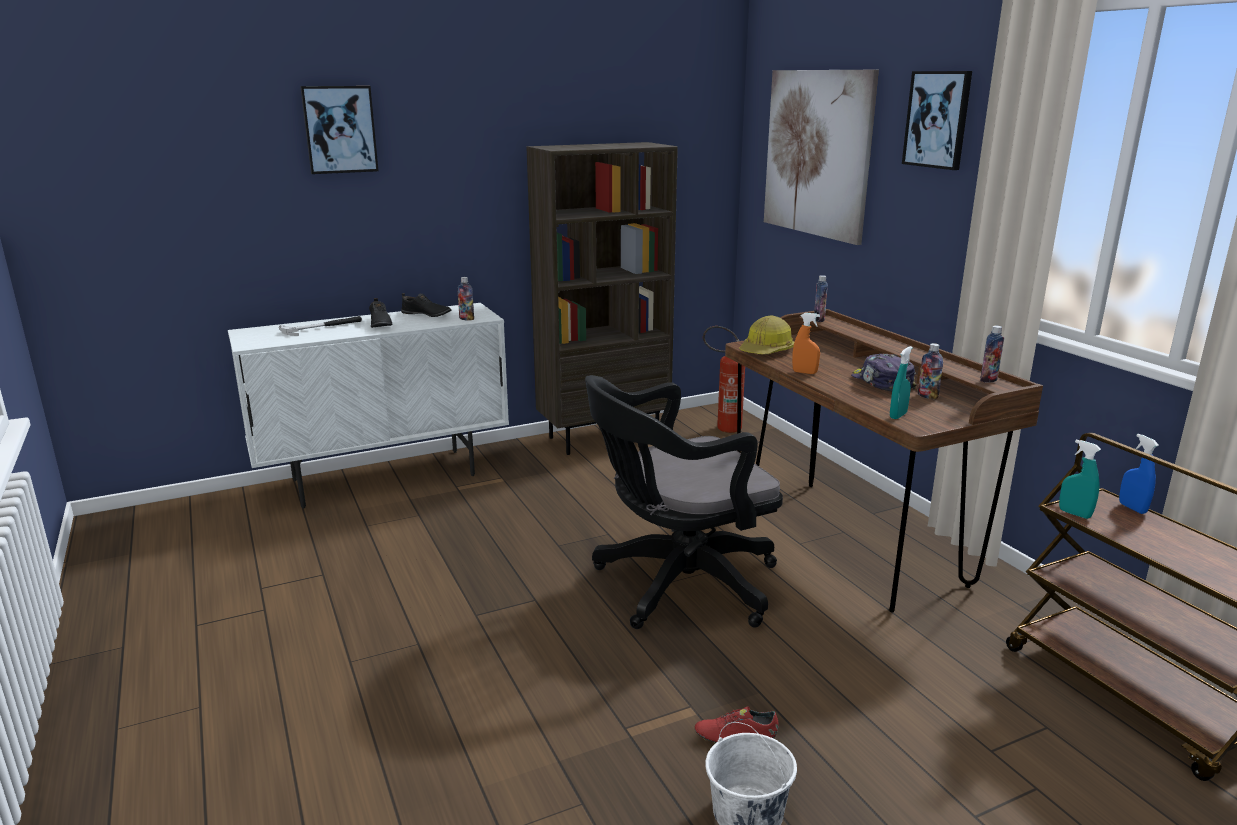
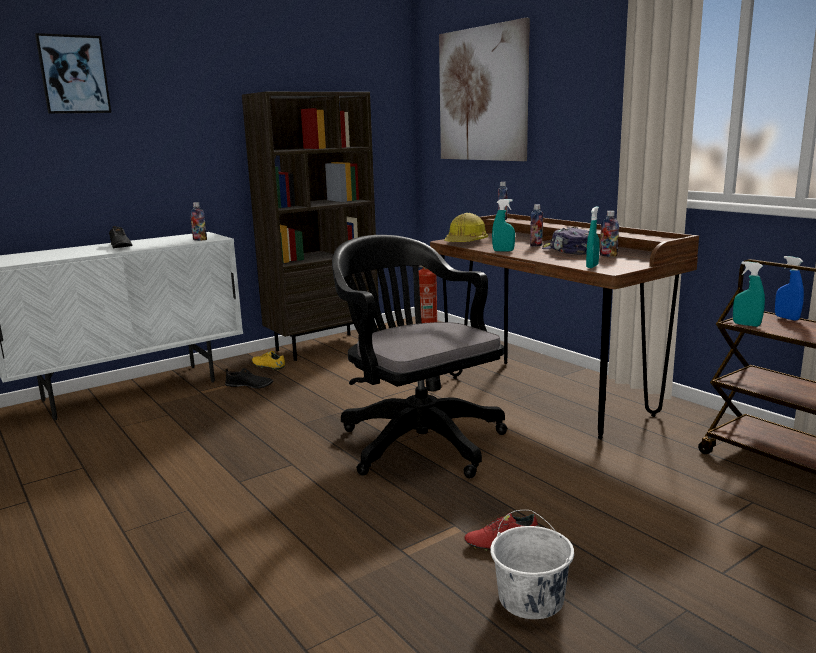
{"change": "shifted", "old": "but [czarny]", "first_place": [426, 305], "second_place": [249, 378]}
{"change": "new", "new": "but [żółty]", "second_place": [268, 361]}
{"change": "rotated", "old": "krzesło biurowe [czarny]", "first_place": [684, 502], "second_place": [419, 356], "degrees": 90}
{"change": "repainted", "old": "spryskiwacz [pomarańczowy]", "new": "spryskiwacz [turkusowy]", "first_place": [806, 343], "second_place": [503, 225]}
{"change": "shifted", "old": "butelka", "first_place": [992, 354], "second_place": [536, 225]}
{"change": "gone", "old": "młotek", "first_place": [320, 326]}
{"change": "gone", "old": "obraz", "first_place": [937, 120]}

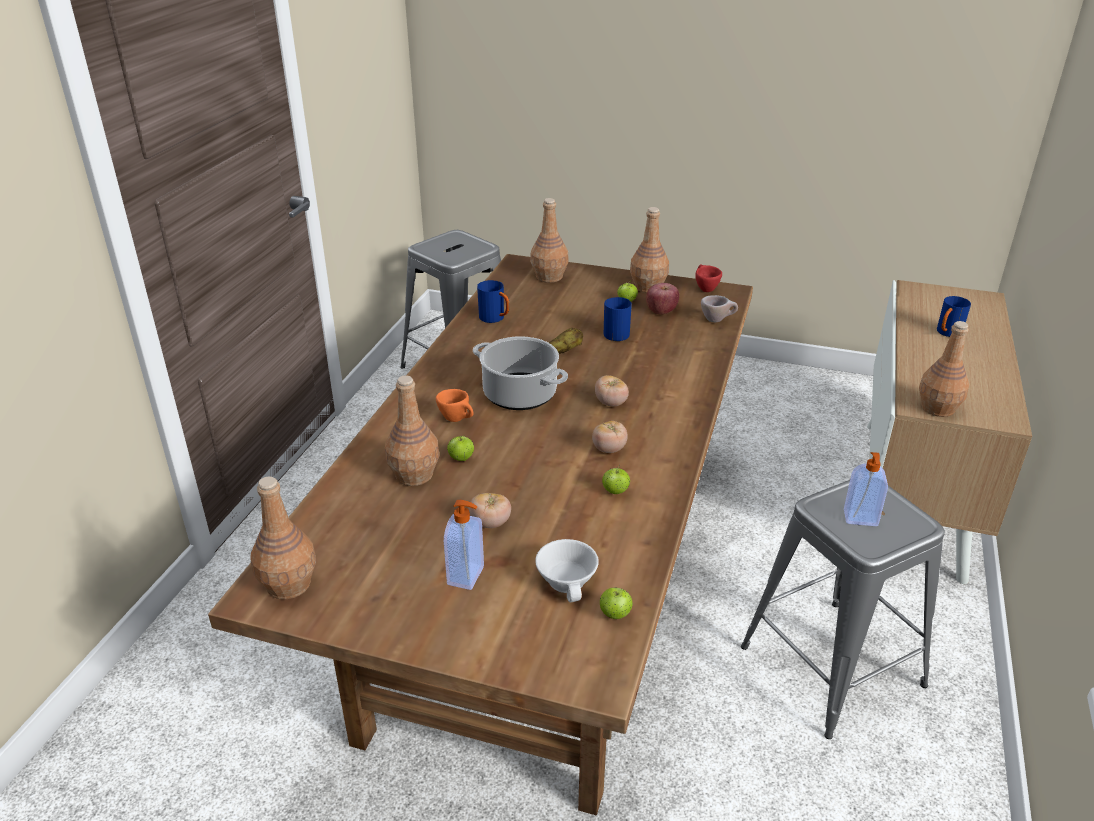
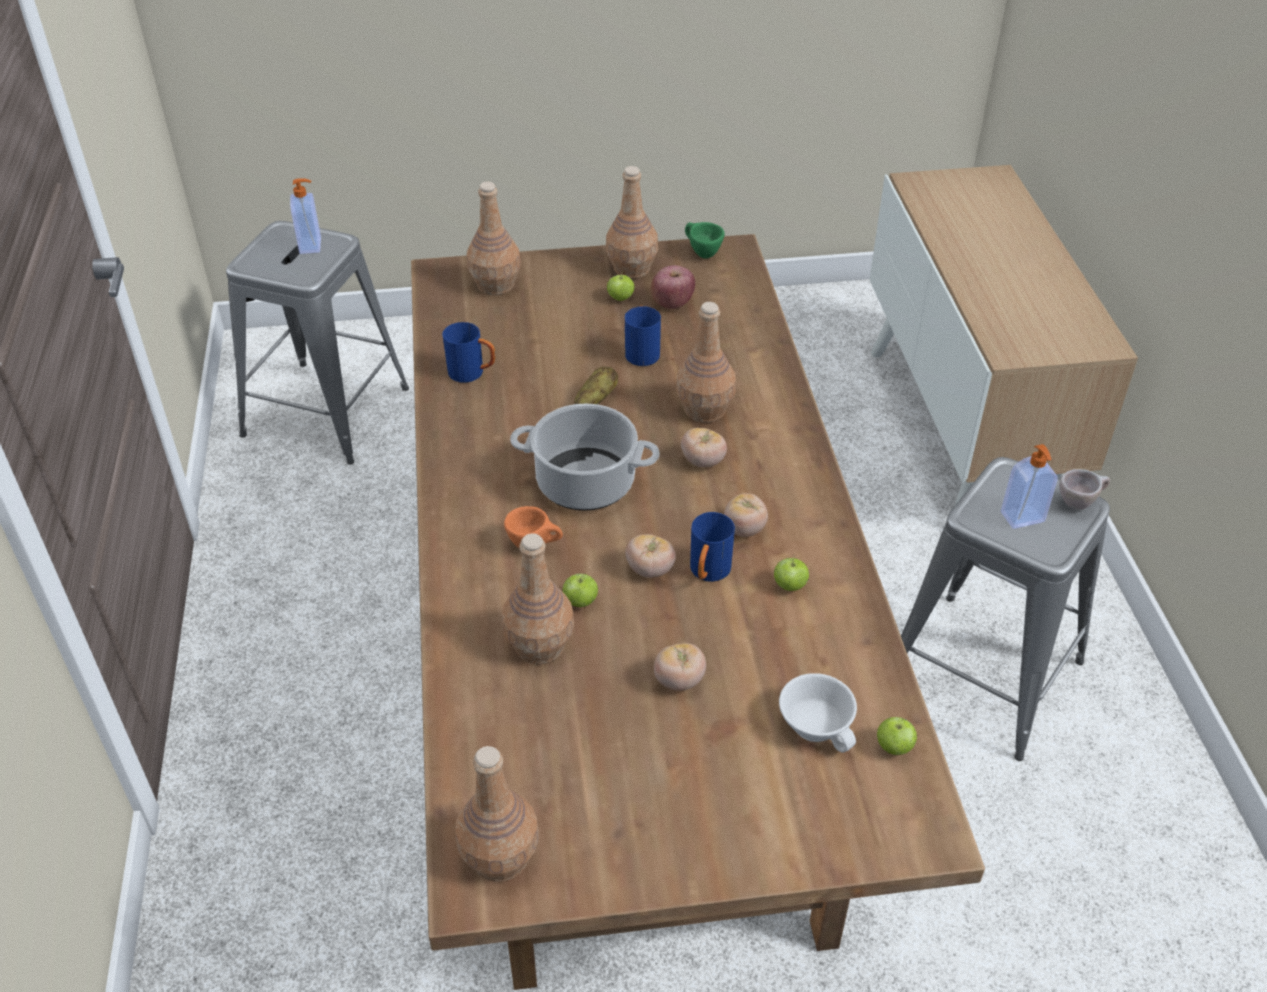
{"change": "shifted", "old": "dozownik mydła", "first_place": [464, 545], "second_place": [305, 216]}
{"change": "new", "new": "pomidor", "second_place": [650, 556]}
{"change": "shifted", "old": "butelka [brązowy]", "first_place": [944, 369], "second_place": [706, 362]}
{"change": "repainted", "old": "filiżanka [czerwony]", "new": "filiżanka [zielony]", "first_place": [708, 278], "second_place": [705, 240]}
{"change": "shifted", "old": "kubek [niebieski]", "first_place": [954, 316], "second_place": [712, 547]}
{"change": "shifted", "old": "filiżanka [beżowy]", "first_place": [719, 308], "second_place": [1084, 489]}

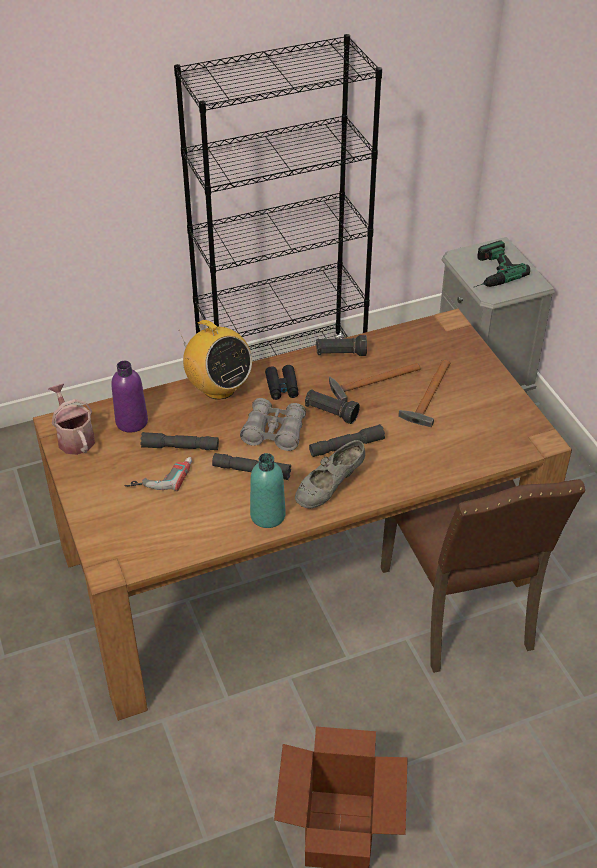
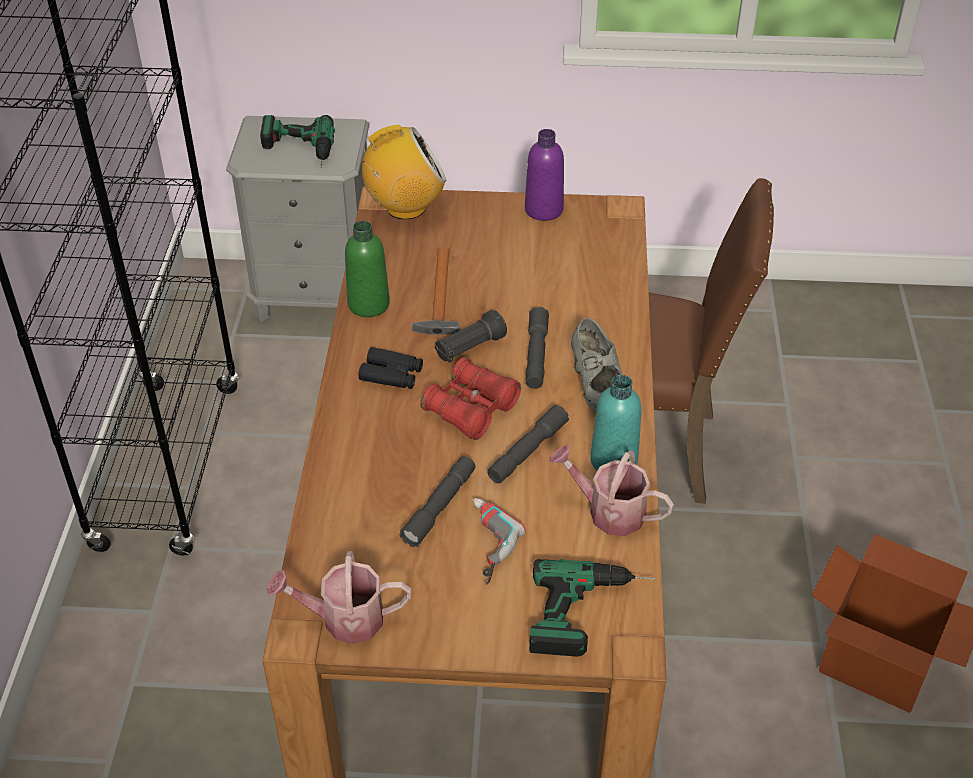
{"change": "swapped", "old": "latarka [czarny]", "new": "butelka [zielony]", "first_place": [341, 345], "second_place": [367, 269]}
{"change": "shifted", "old": "radio", "first_place": [215, 360], "second_place": [404, 172]}
{"change": "repainted", "old": "lornetka [szary]", "new": "lornetka [czerwony]", "first_place": [273, 424], "second_place": [470, 398]}
{"change": "shifted", "old": "butelka [fioletowy]", "first_place": [129, 397], "second_place": [544, 175]}
{"change": "new", "new": "wiertarka", "second_place": [593, 608]}
{"change": "new", "new": "konewka", "second_place": [611, 490]}
{"change": "gone", "old": "młotek", "first_place": [424, 393]}

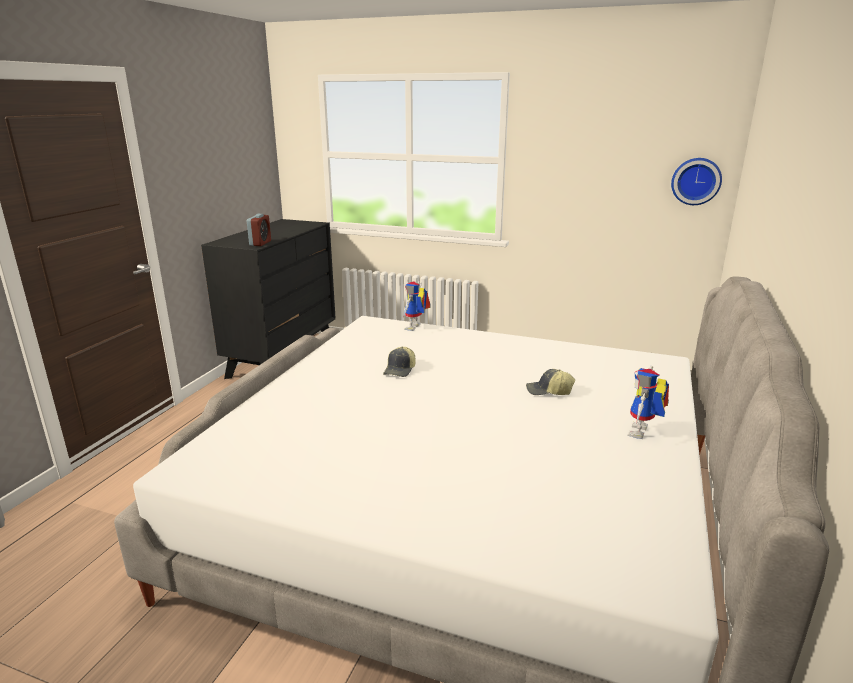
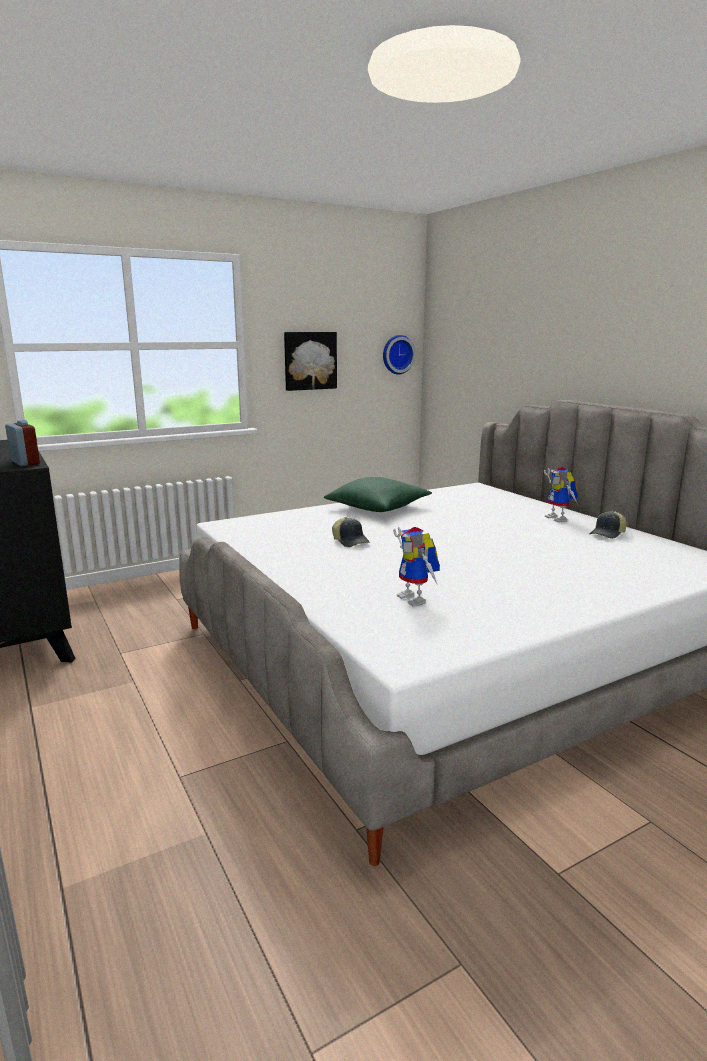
{"change": "new", "new": "obraz", "second_place": [310, 361]}
{"change": "new", "new": "poduszka [zielony]", "second_place": [378, 494]}
{"change": "shifted", "old": "robot zabawkowy", "first_place": [417, 306], "second_place": [416, 566]}
{"change": "shifted", "old": "czapka z daszkiem", "first_place": [550, 382], "second_place": [608, 525]}

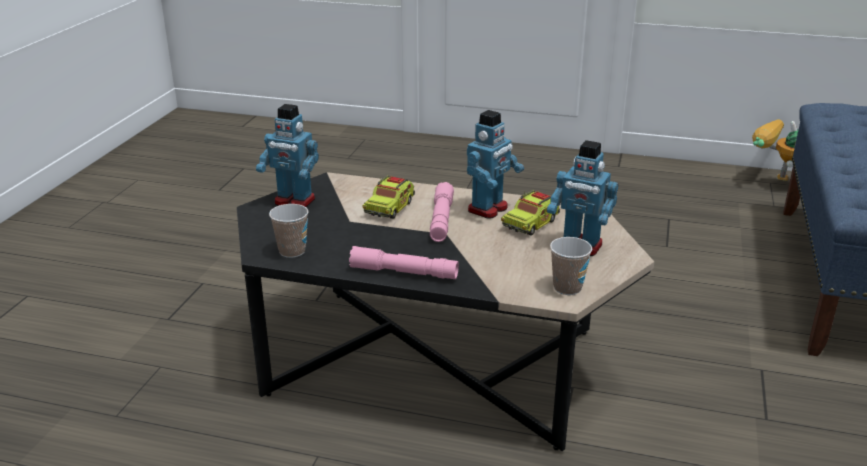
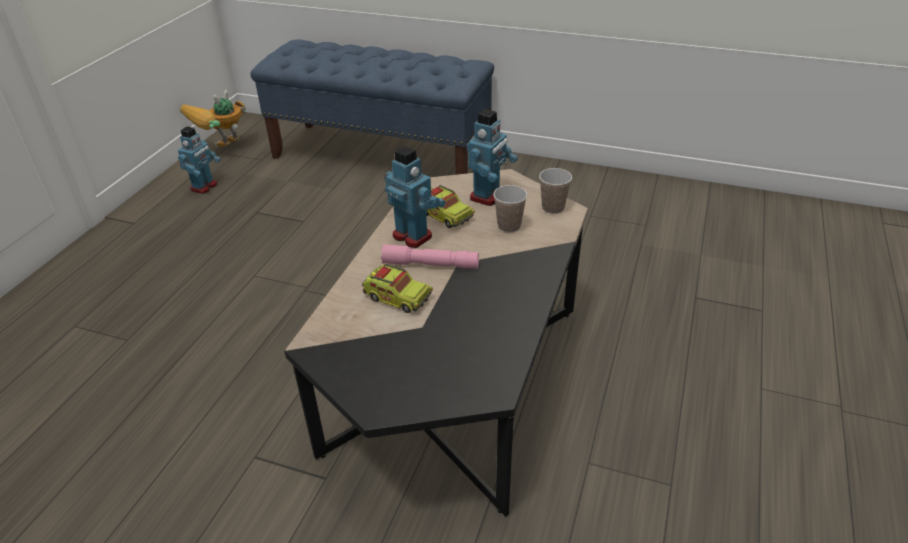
{"change": "shifted", "old": "robot zabawkowy", "first_place": [287, 155], "second_place": [199, 160]}
{"change": "shifted", "old": "filiżanka", "first_place": [288, 231], "second_place": [510, 209]}
{"change": "gone", "old": "latarka [różowy]", "first_place": [404, 262]}

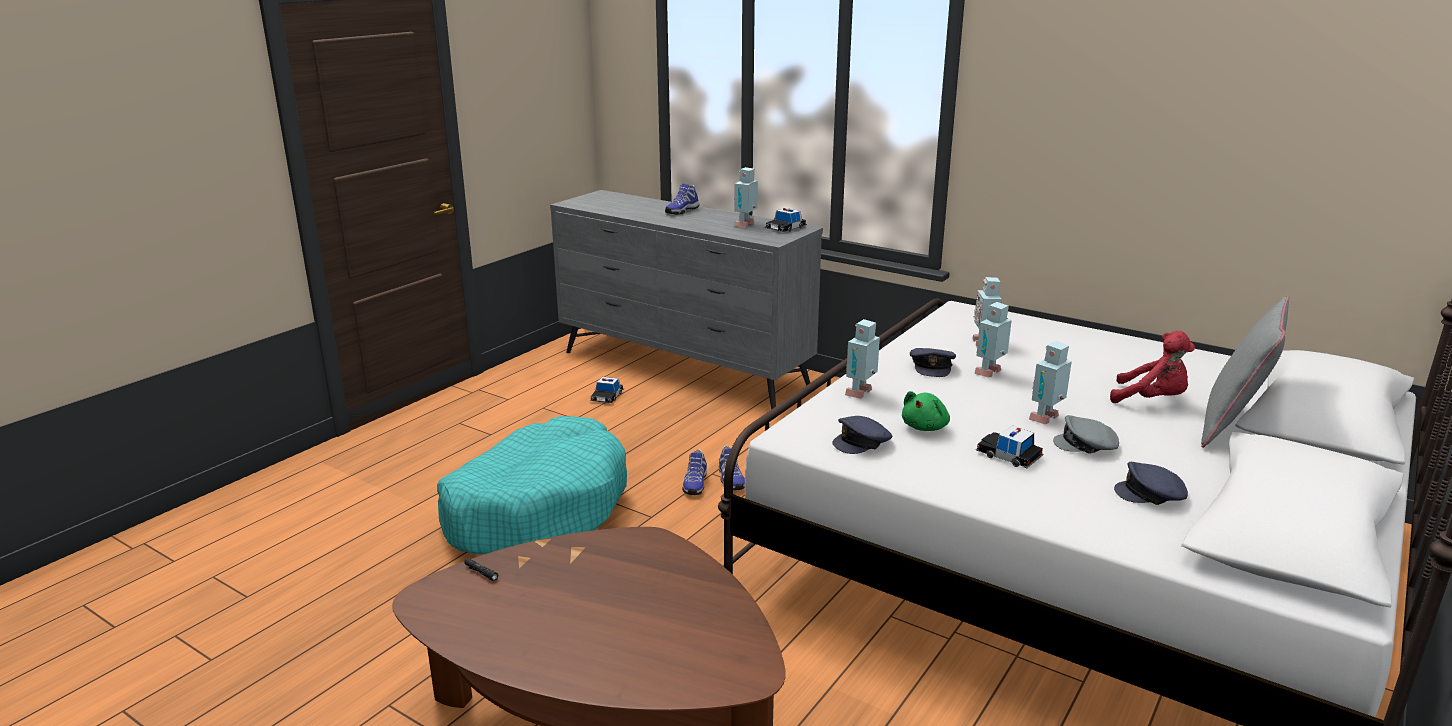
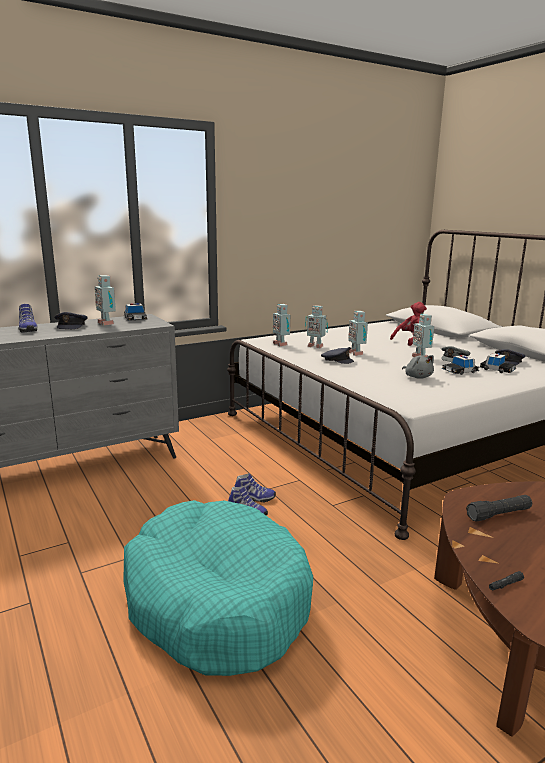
{"change": "shifted", "old": "czapka z daszkiem [szary]", "first_place": [862, 435], "second_place": [71, 320]}
{"change": "shifted", "old": "robot zabawkowy", "first_place": [862, 359], "second_place": [281, 325]}
{"change": "repainted", "old": "pluszak [zielony]", "new": "pluszak [szary]", "first_place": [926, 411], "second_place": [418, 367]}
{"change": "new", "new": "latarka [czarny]", "second_place": [499, 508]}
{"change": "shifted", "old": "samochodzik", "first_place": [607, 390], "second_place": [498, 363]}
{"change": "gone", "old": "poduszka [szary]", "first_place": [1245, 371]}

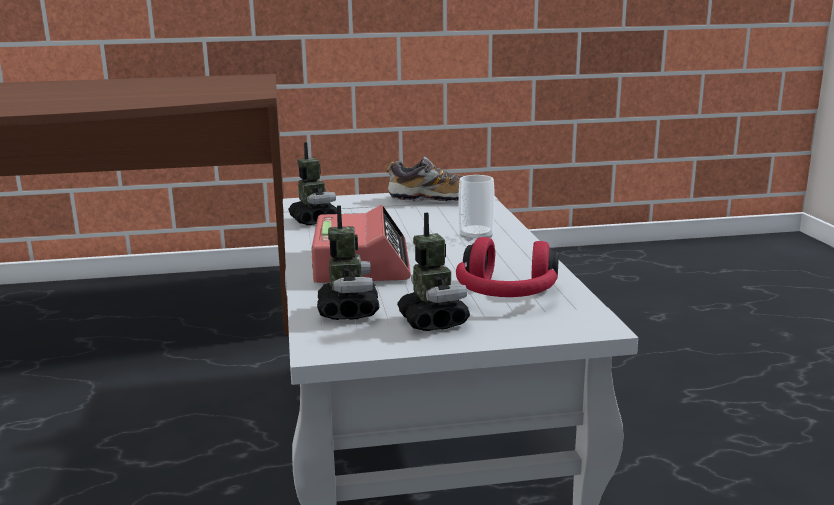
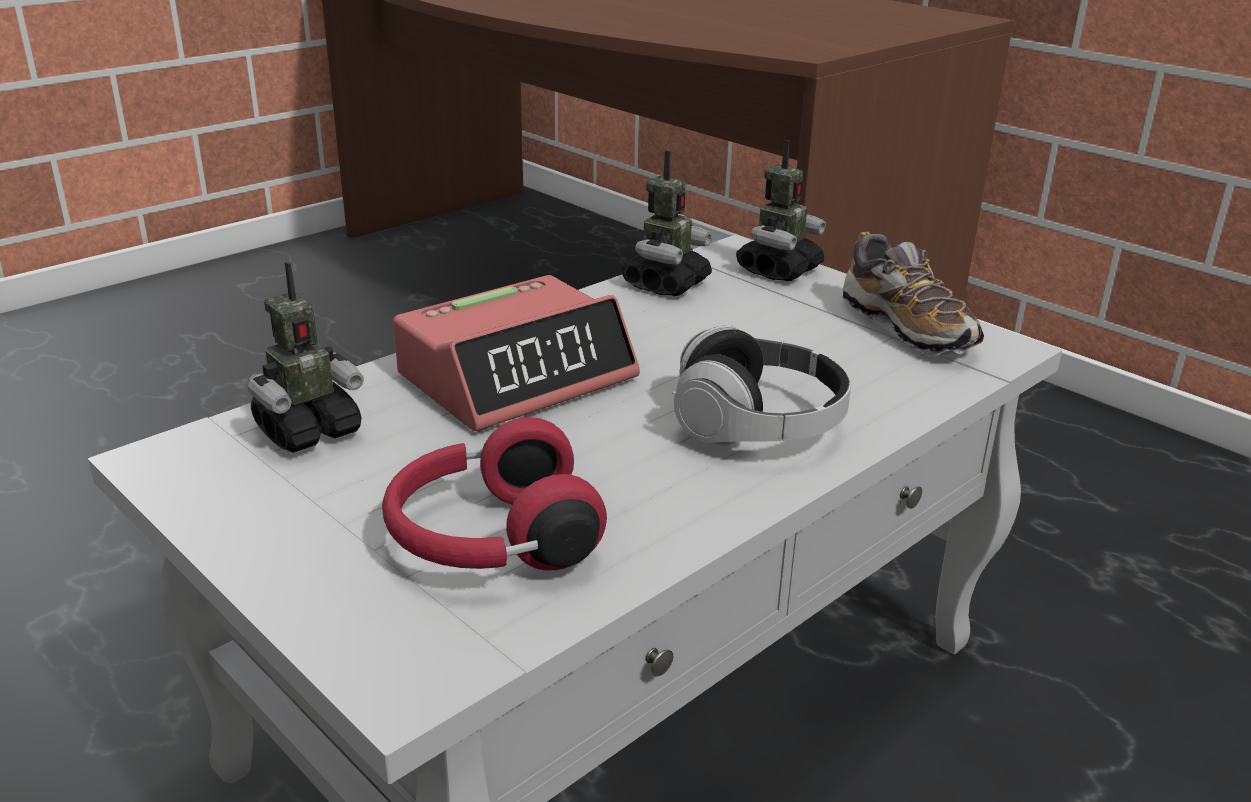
{"change": "swapped", "old": "filiżanka", "new": "słuchawki", "first_place": [476, 208], "second_place": [761, 386]}
{"change": "shifted", "old": "robot zabawkowy", "first_place": [433, 271], "second_place": [781, 210]}

